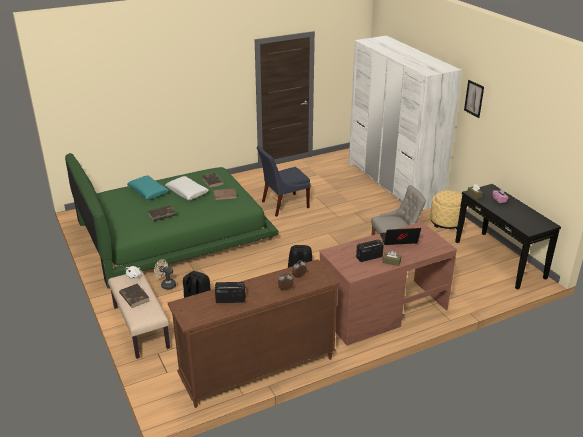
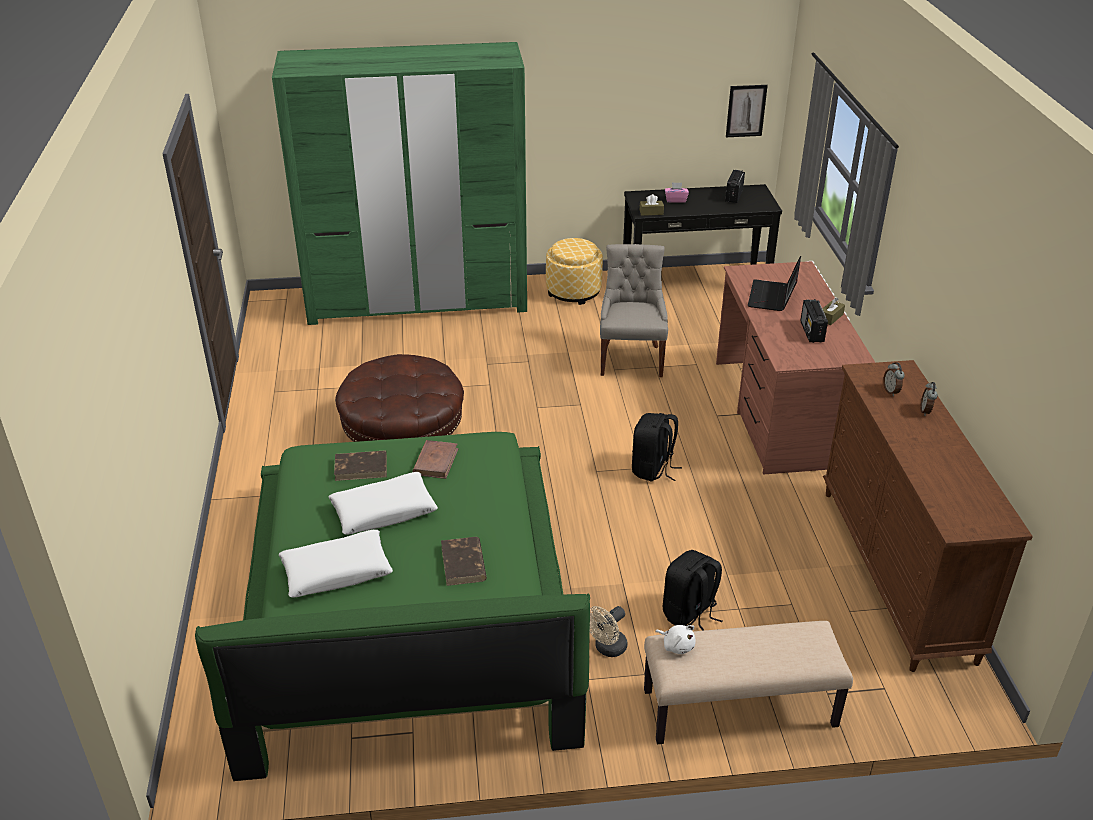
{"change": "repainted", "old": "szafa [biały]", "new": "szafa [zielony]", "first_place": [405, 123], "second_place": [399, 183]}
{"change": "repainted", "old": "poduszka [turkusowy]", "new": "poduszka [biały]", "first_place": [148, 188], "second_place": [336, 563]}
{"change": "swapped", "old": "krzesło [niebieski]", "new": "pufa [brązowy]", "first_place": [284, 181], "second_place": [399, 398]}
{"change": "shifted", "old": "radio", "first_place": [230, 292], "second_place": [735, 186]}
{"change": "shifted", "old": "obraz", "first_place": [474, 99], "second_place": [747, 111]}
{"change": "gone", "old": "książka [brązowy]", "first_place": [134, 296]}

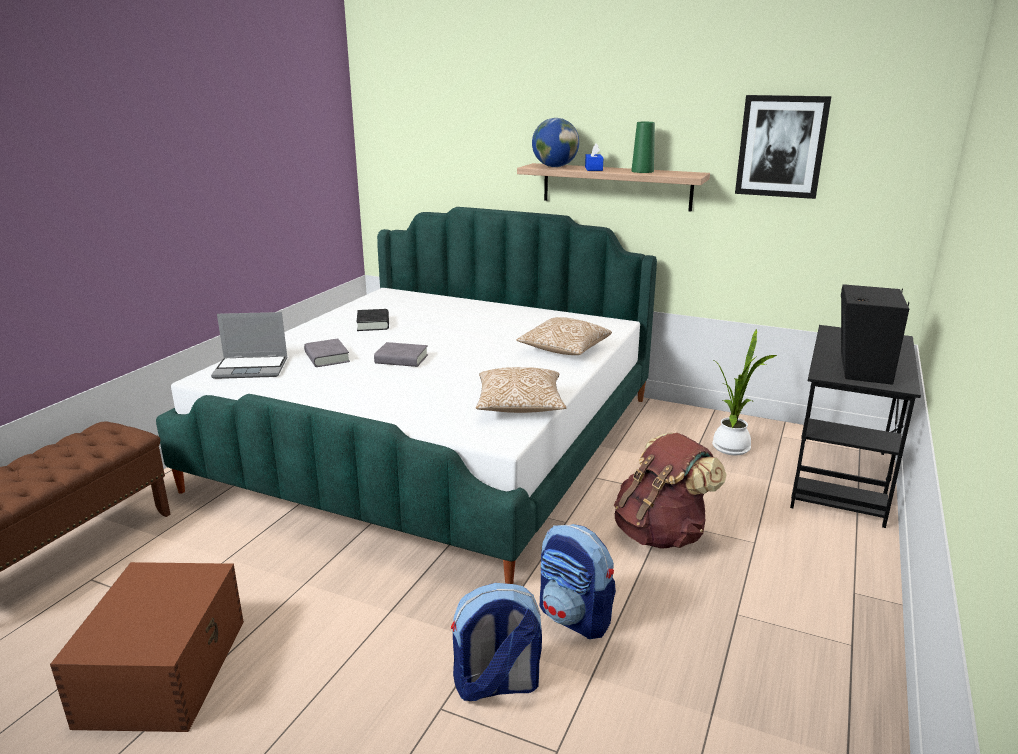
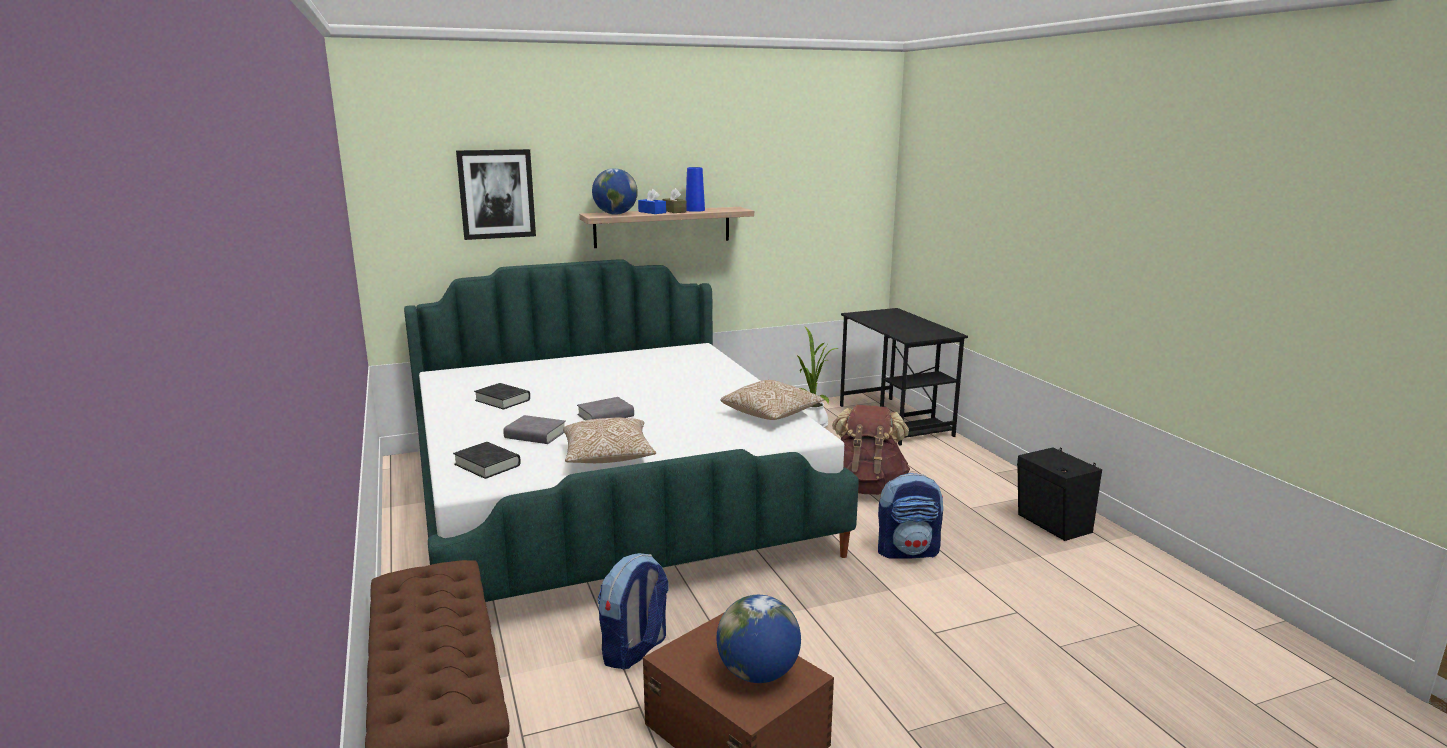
{"change": "swapped", "old": "laptop", "new": "książka [czarny]", "first_place": [249, 345], "second_place": [487, 460]}
{"change": "shifted", "old": "obraz", "first_place": [783, 147], "second_place": [496, 194]}
{"change": "shifted", "old": "poduszka", "first_place": [564, 336], "second_place": [609, 440]}
{"change": "shifted", "old": "plecak", "first_place": [496, 642], "second_place": [632, 611]}
{"change": "new", "new": "pudełko chusteczek [brązowy]", "second_place": [675, 200]}
{"change": "repainted", "old": "wazon [zielony]", "new": "wazon [niebieski]", "first_place": [643, 147], "second_place": [695, 189]}
{"change": "new", "new": "globus", "second_place": [758, 639]}
{"change": "shifted", "old": "głośnik [czarny]", "first_place": [875, 334], "second_place": [1059, 494]}

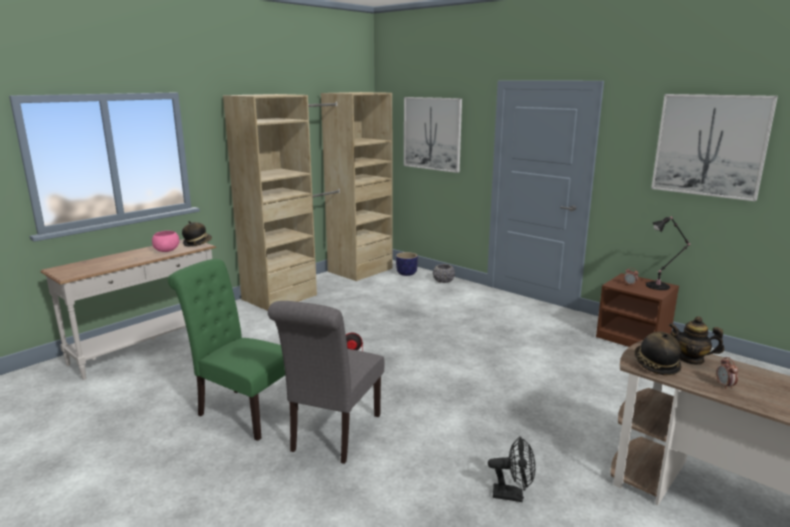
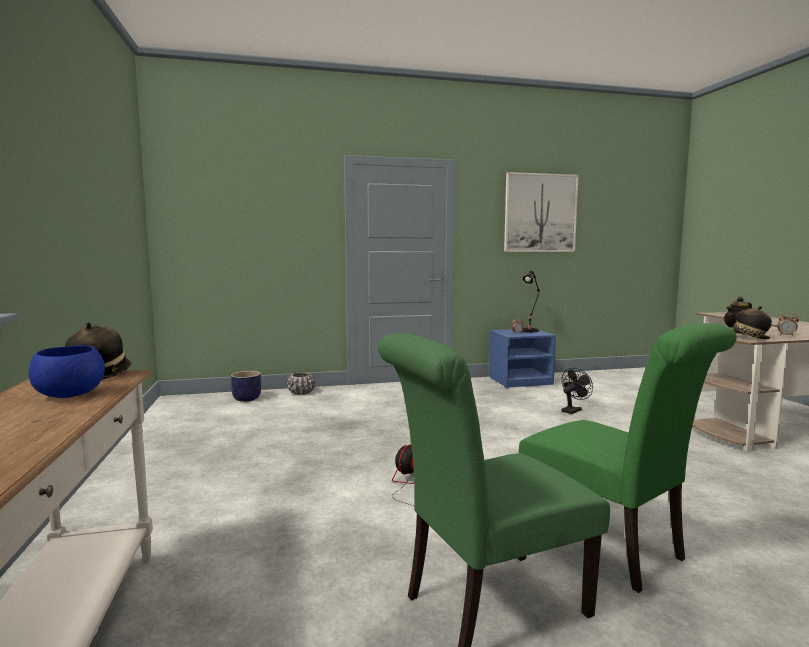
{"change": "repainted", "old": "miska [różowy]", "new": "miska [niebieski]", "first_place": [165, 241], "second_place": [67, 371]}
{"change": "repainted", "old": "szafka nocna [brązowy]", "new": "szafka nocna [niebieski]", "first_place": [637, 310], "second_place": [522, 358]}
{"change": "repainted", "old": "krzesło [szary]", "new": "krzesło [zielony]", "first_place": [326, 382], "second_place": [628, 458]}
{"change": "shifted", "old": "wentylator [czarny]", "first_place": [511, 469], "second_place": [577, 391]}
{"change": "gone", "old": "szafa [beżowy]", "first_place": [308, 201]}
{"change": "gone", "old": "obraz", "first_place": [433, 135]}

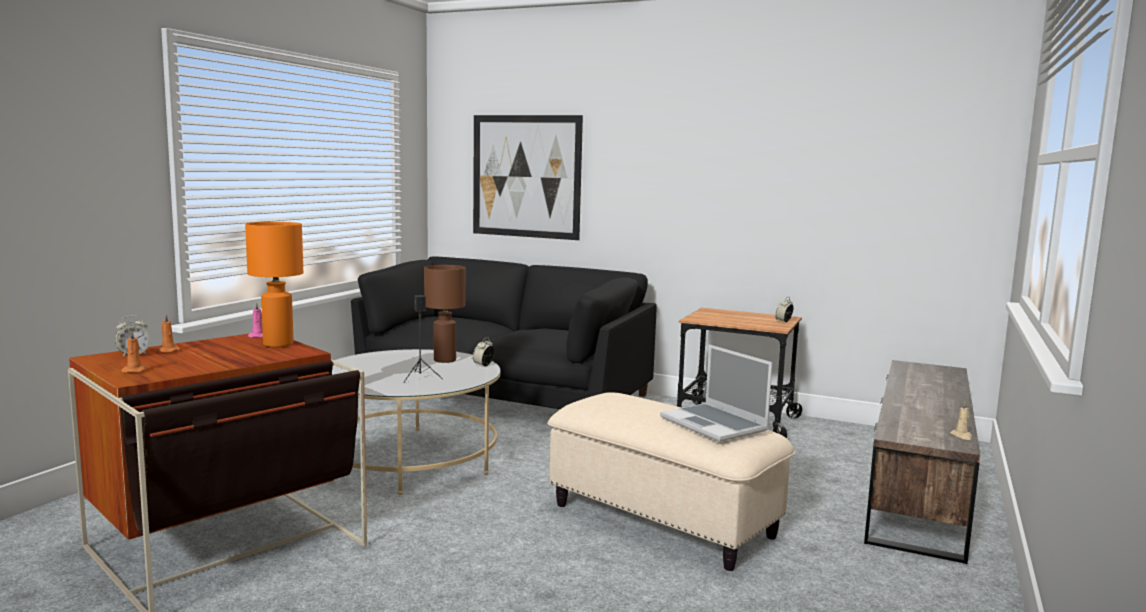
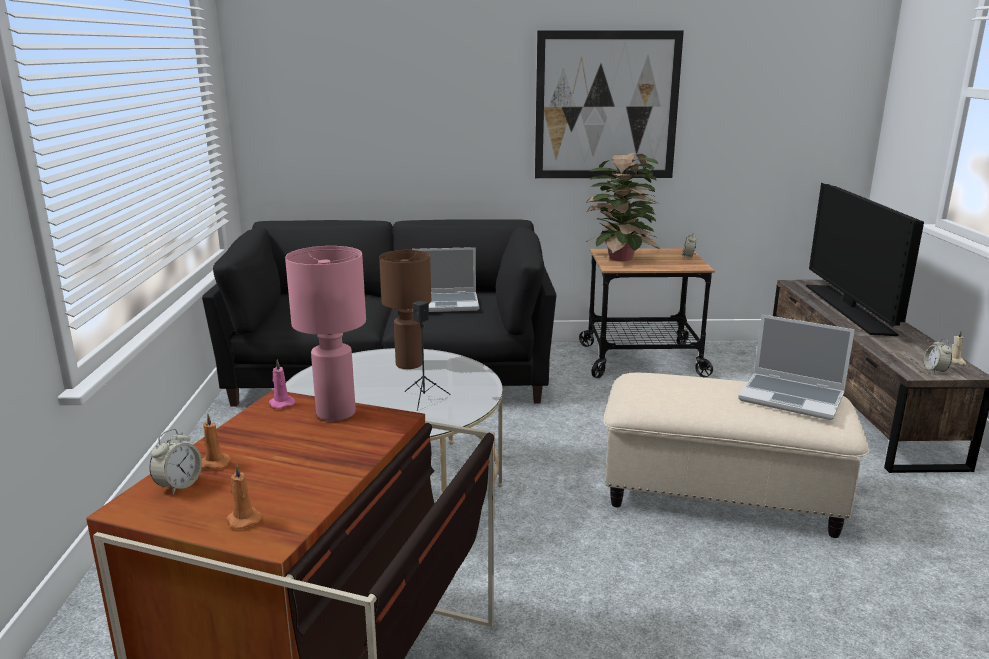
{"change": "repainted", "old": "lampa stołowa [pomarańczowy]", "new": "lampa stołowa [różowy]", "first_place": [274, 284], "second_place": [325, 333]}
{"change": "new", "new": "laptop", "second_place": [445, 279]}
{"change": "shifted", "old": "obraz", "first_place": [528, 177], "second_place": [609, 104]}
{"change": "new", "new": "roślina doniczkowa", "second_place": [623, 207]}
{"change": "new", "new": "telewizor", "second_place": [865, 259]}
{"change": "shifted", "old": "budzik", "first_place": [483, 351], "second_place": [938, 356]}

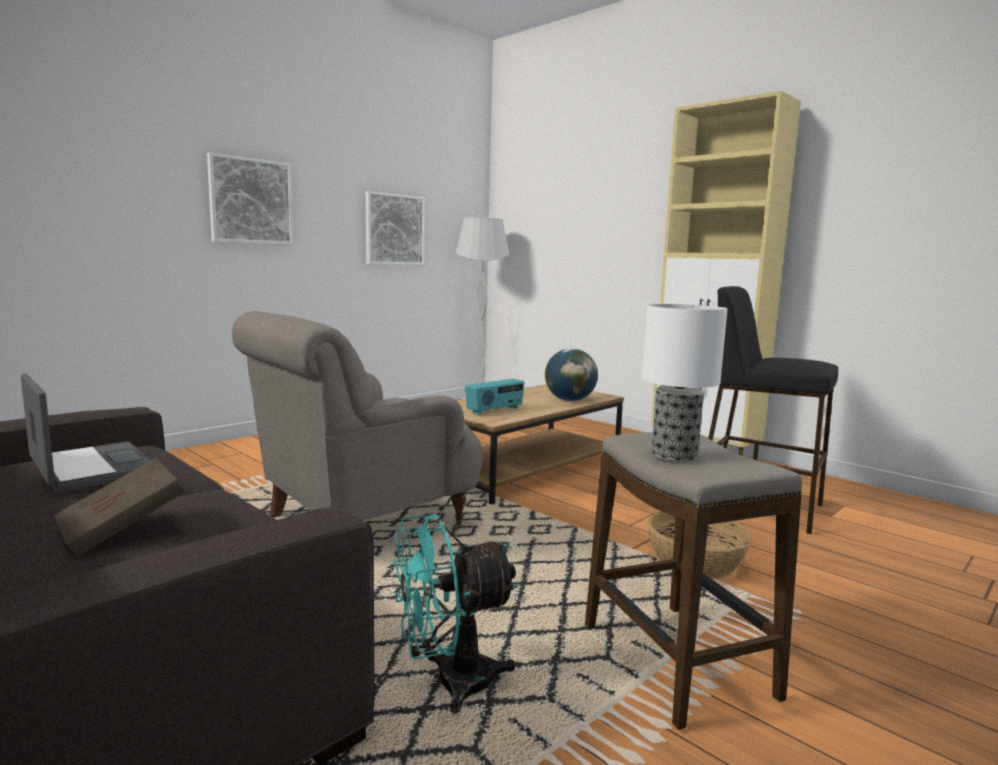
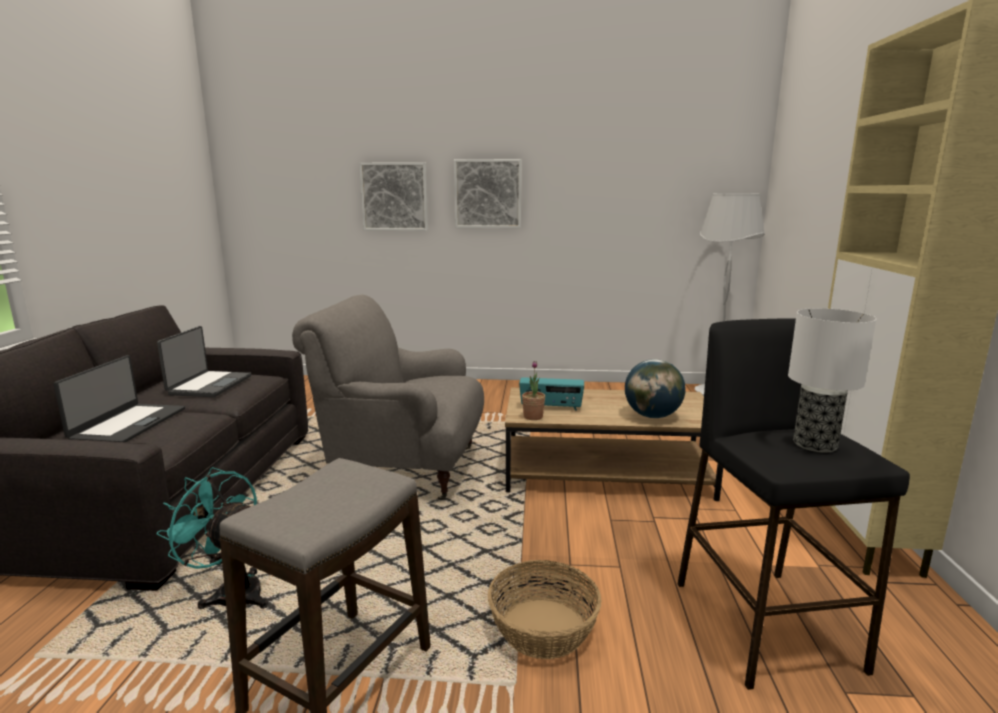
{"change": "swapped", "old": "książka [brązowy]", "new": "laptop", "first_place": [119, 507], "second_place": [119, 398]}
{"change": "shifted", "old": "obraz", "first_place": [395, 228], "second_place": [393, 196]}
{"change": "new", "new": "roślina doniczkowa", "second_place": [533, 390]}
{"change": "shifted", "old": "lampa stołowa", "first_place": [684, 383], "second_place": [832, 380]}

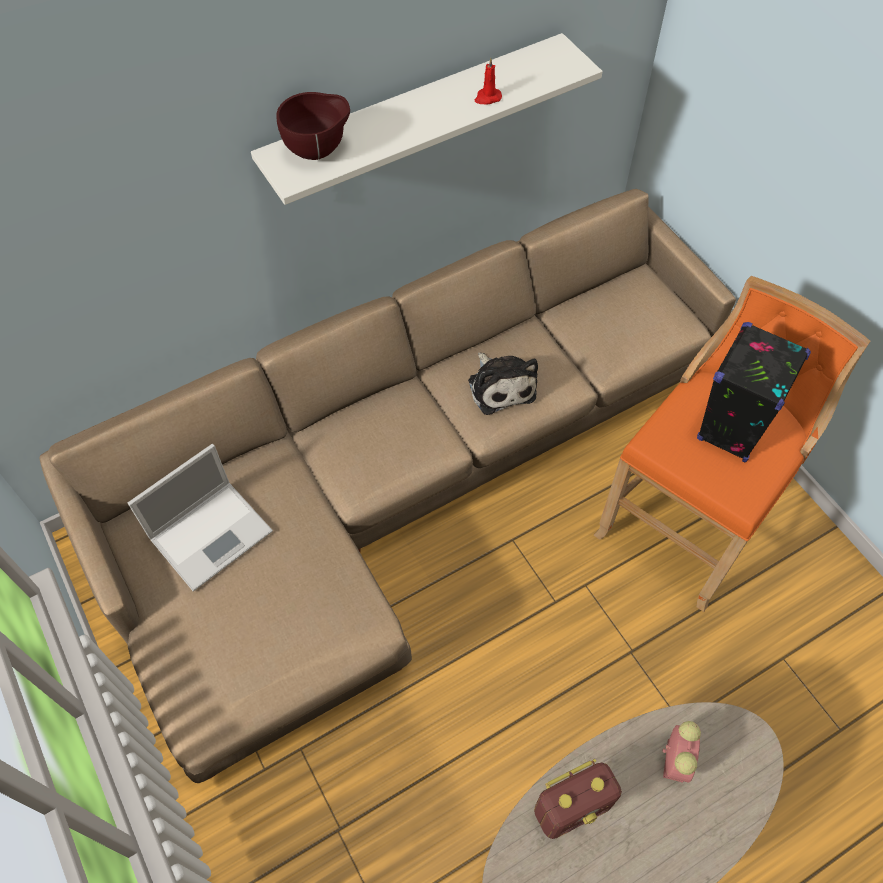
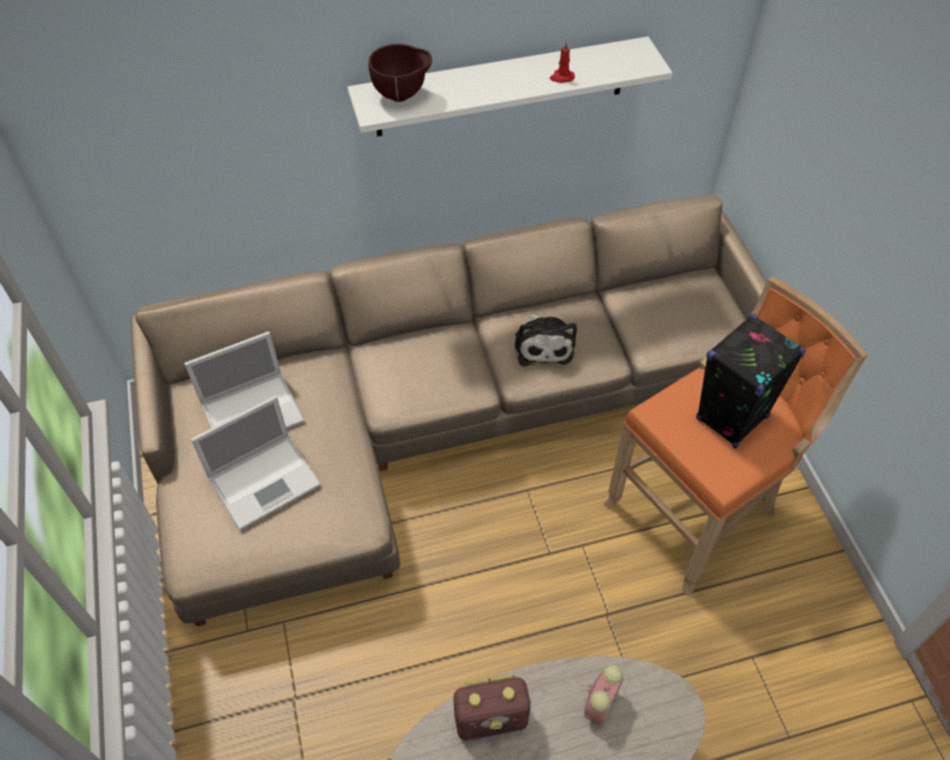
{"change": "new", "new": "laptop", "second_place": [256, 462]}

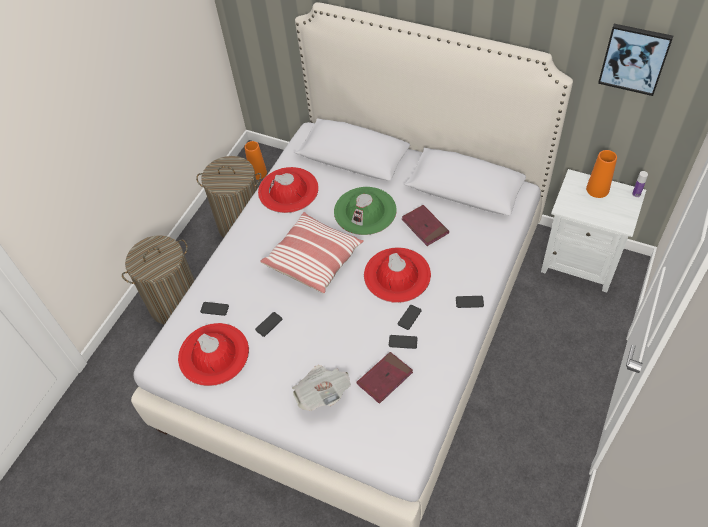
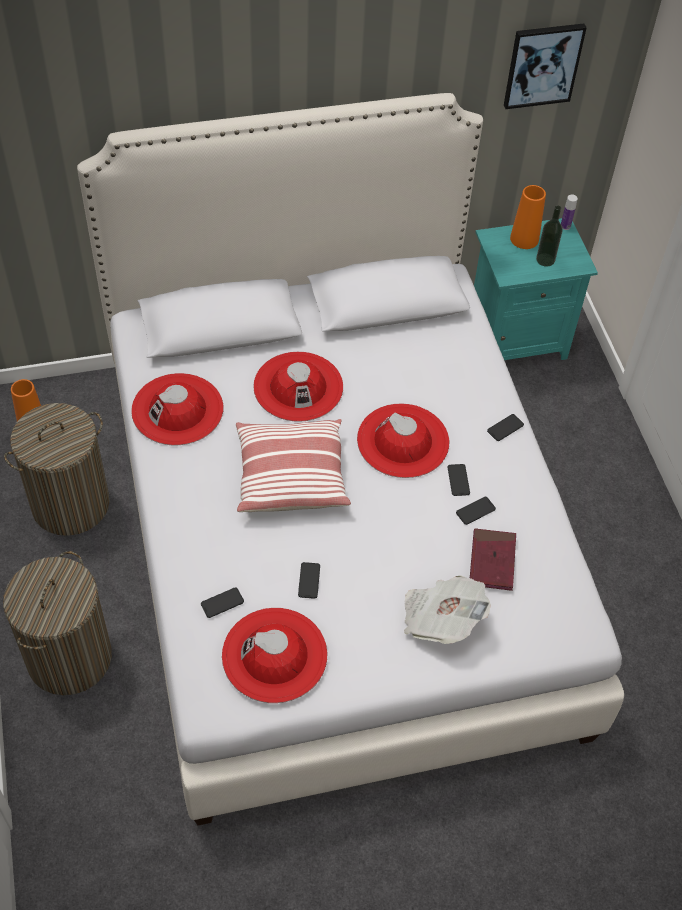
{"change": "repainted", "old": "kapelusz [zielony]", "new": "kapelusz [czerwony]", "first_place": [365, 211], "second_place": [298, 387]}
{"change": "repainted", "old": "szafka nocna [biały]", "new": "szafka nocna [turkusowy]", "first_place": [593, 230], "second_place": [536, 289]}
{"change": "new", "new": "butelka", "second_place": [549, 236]}
{"change": "gone", "old": "książka [czerwony]", "first_place": [425, 225]}

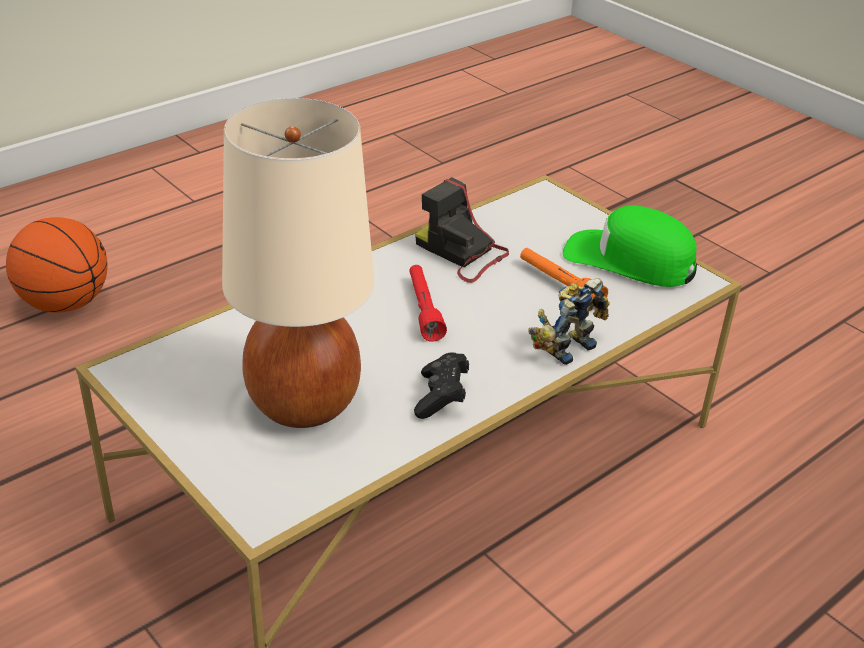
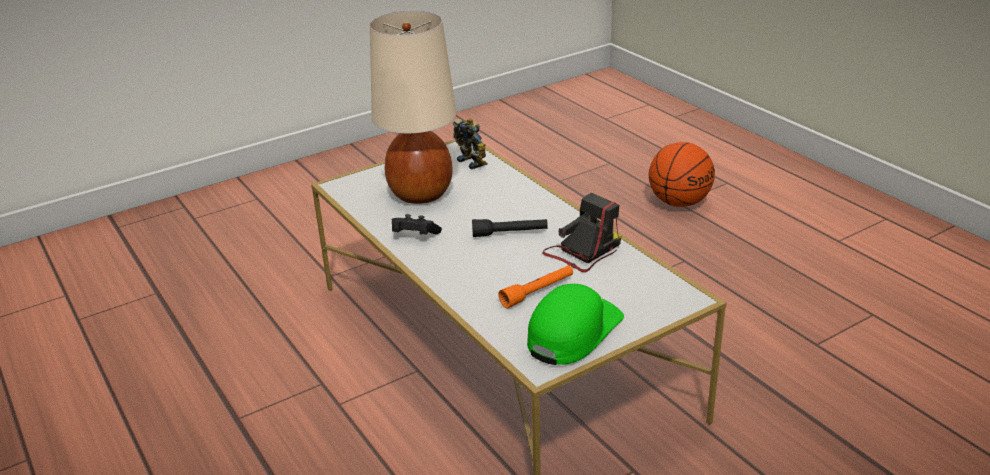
{"change": "shifted", "old": "robot zabawkowy", "first_place": [569, 321], "second_place": [470, 144]}
{"change": "repainted", "old": "latarka [czerwony]", "new": "latarka [czarny]", "first_place": [428, 303], "second_place": [510, 228]}

